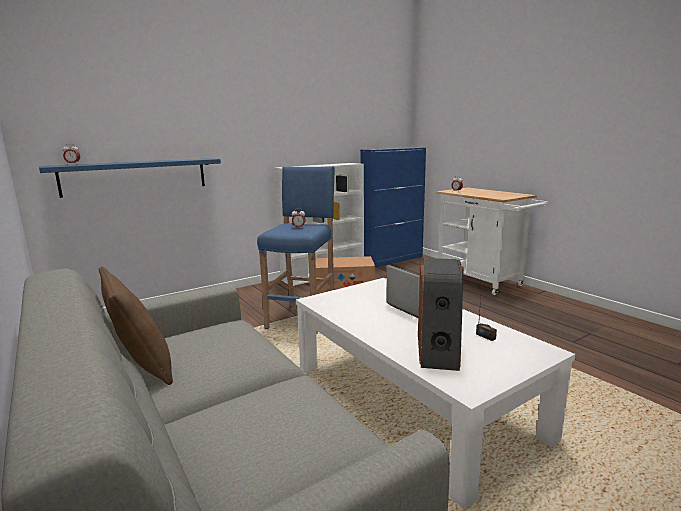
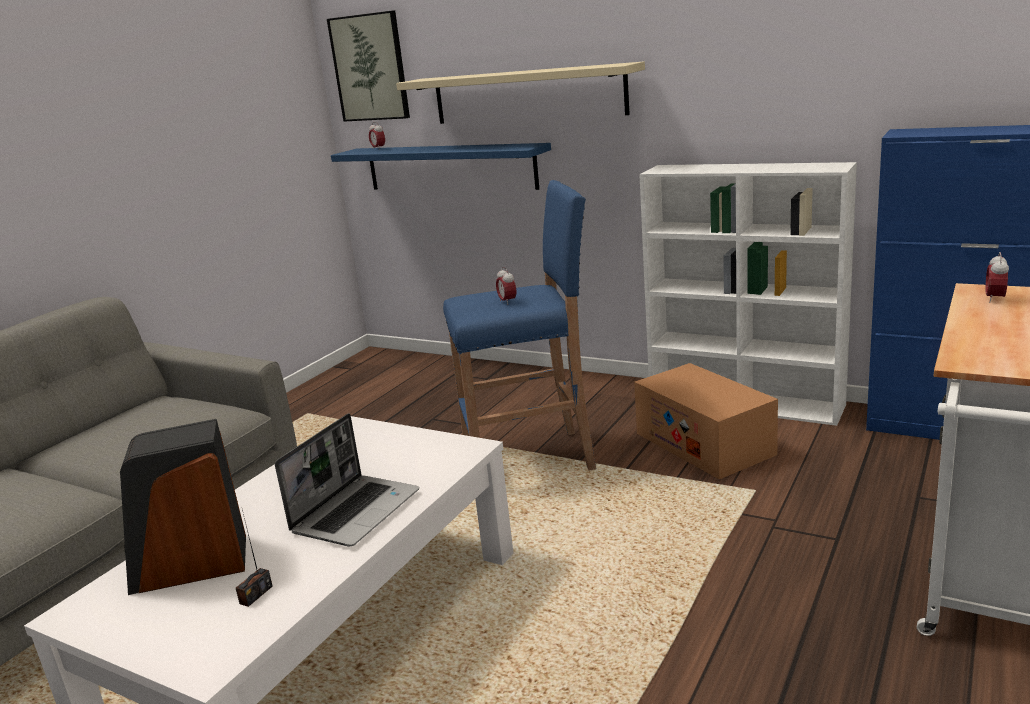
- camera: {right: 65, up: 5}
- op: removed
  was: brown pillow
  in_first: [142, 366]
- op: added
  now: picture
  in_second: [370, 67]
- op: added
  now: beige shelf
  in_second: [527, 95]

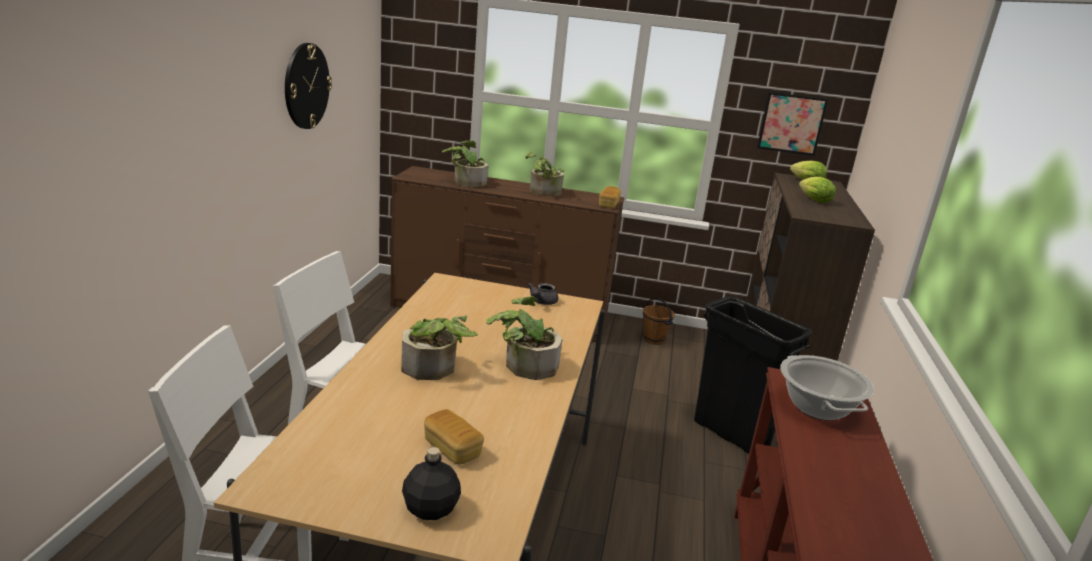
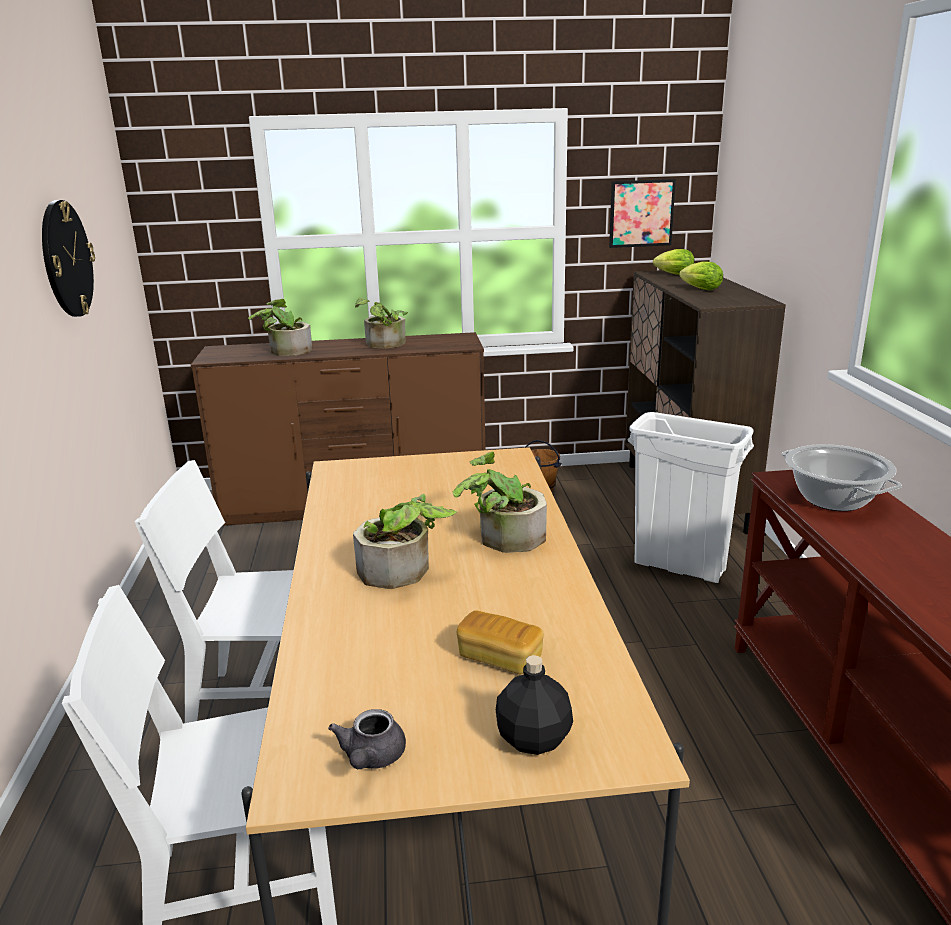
- camera: {right: -15, up: 0}
- op: moved
  was: grey teapot
  in_first: [541, 302]
  in_second: [371, 758]
- op: removed
  was: bread
  in_first: [608, 204]
- op: recoloured
  was: black trash can
  now: white trash can
  in_first: [731, 435]
  in_second: [680, 567]

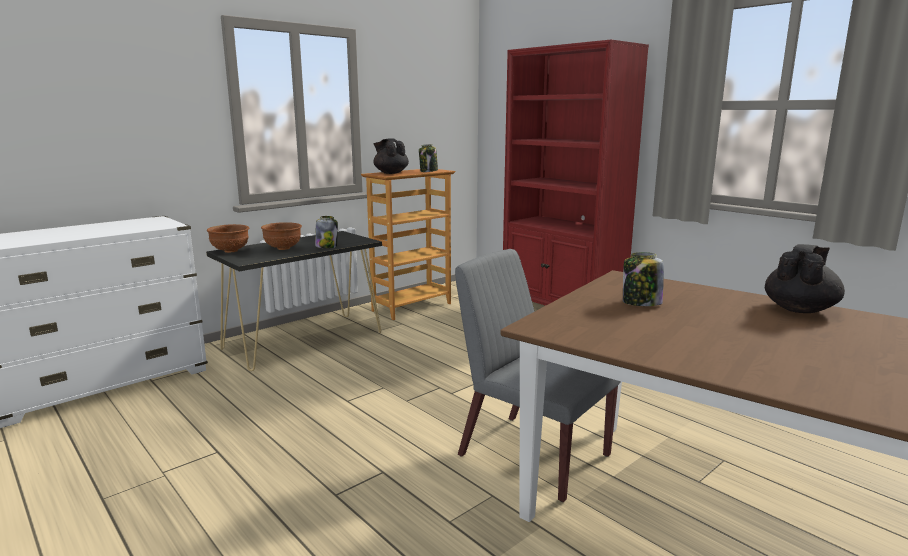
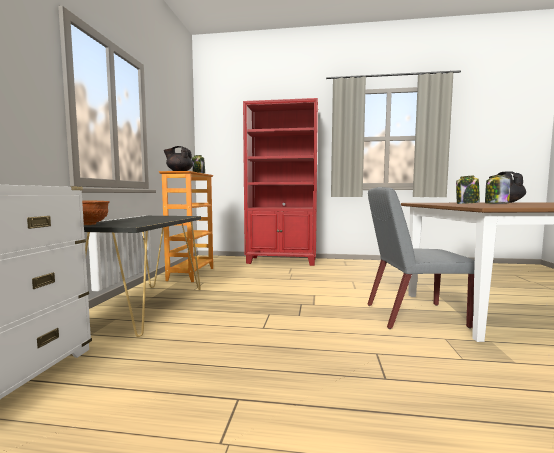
- camera: {right: -40, up: -10}
- op: removed
  was: brown bowl
  in_first: [283, 248]
- op: moved
  was: jar
  in_first: [326, 246]
  in_second: [496, 203]

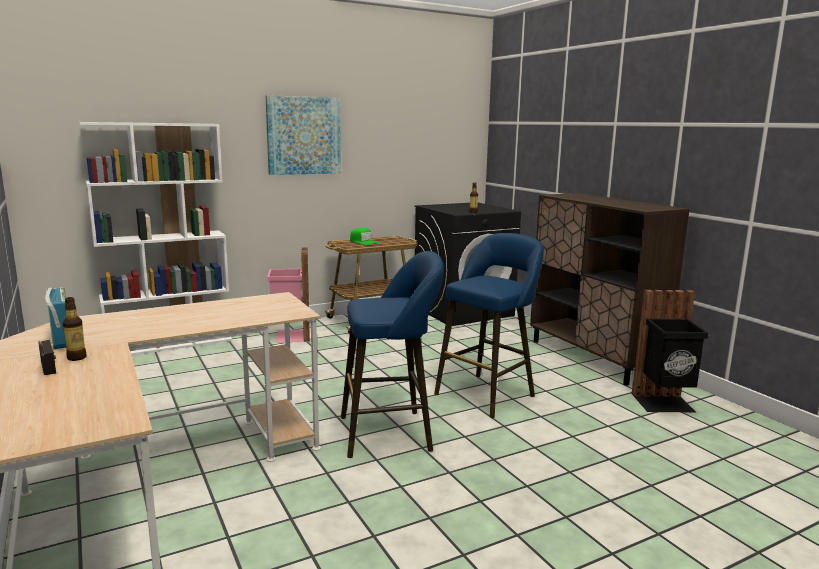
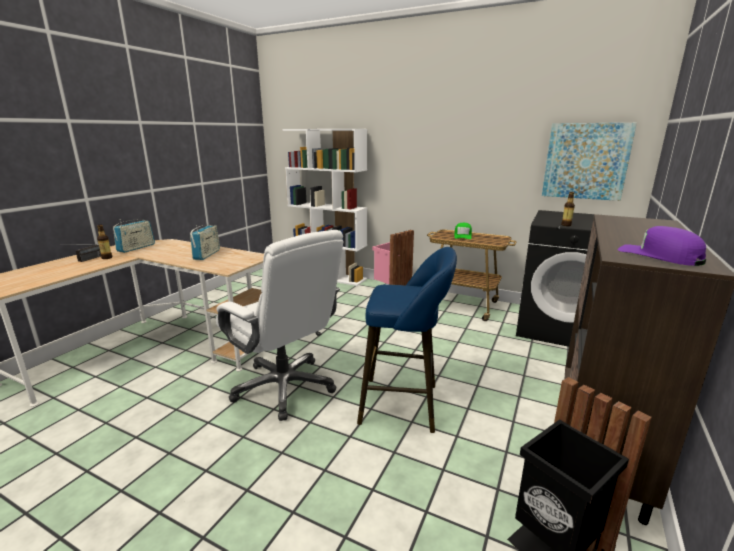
- camera: {right: 55, up: 5}
- op: moved
  was: picture
  in_first: [303, 135]
  in_second: [586, 161]
- op: replaced
  was: blue stool
  now: white office chair
  in_first: [391, 433]
  in_second: [285, 387]
- op: added
  now: radio
  in_second: [207, 254]
- op: added
  now: purple cap
  in_second: [659, 256]

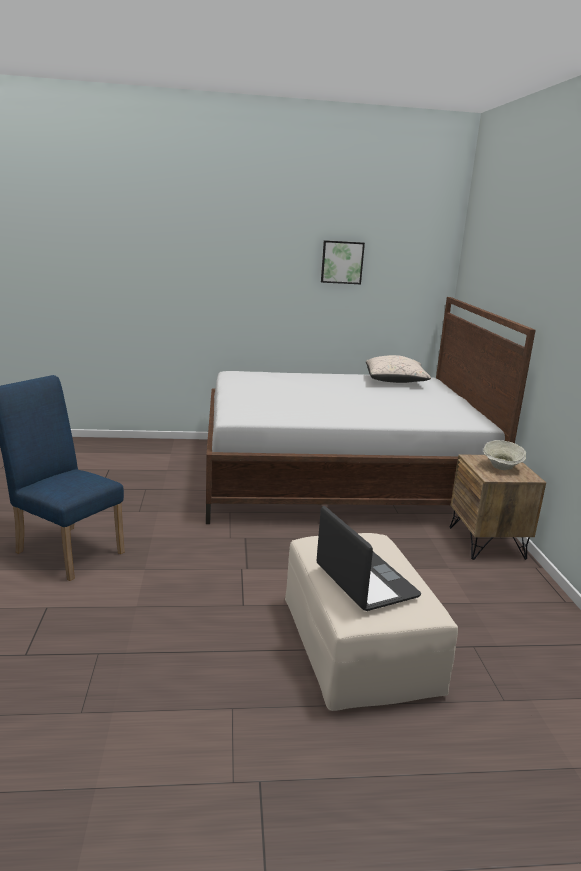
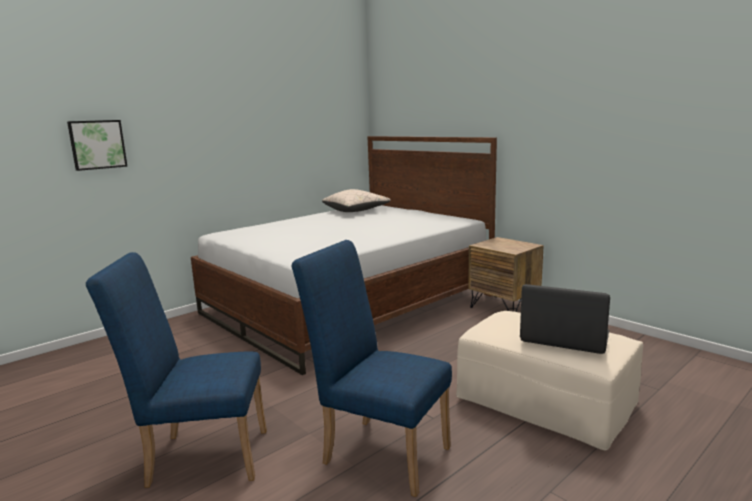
- camera: {right: -35, up: -5}
- op: moved
  was: picture
  in_first: [342, 262]
  in_second: [97, 144]
- op: removed
  was: beige bowl
  in_first: [502, 468]
- op: added
  now: blue chair
  in_second: [379, 451]

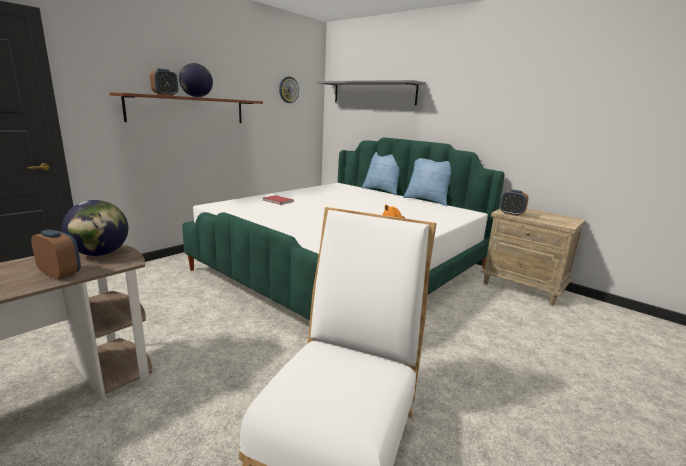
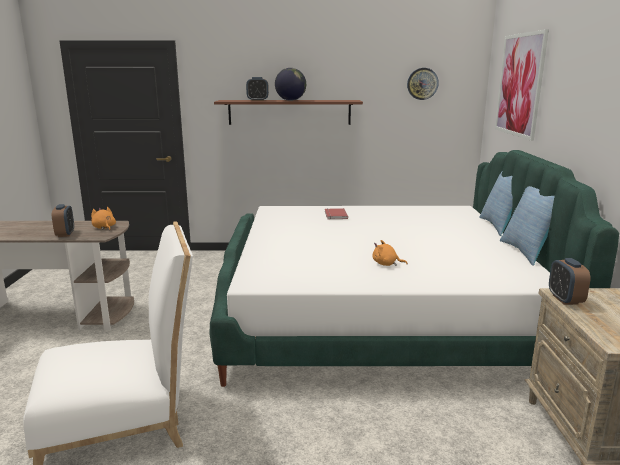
- camera: {right: 50, up: 0}
- op: replaced
  was: globe
  now: orange plush toy
  in_first: [100, 254]
  in_second: [104, 228]
- op: replaced
  was: grey shelf
  now: picture
  in_first: [373, 93]
  in_second: [519, 85]

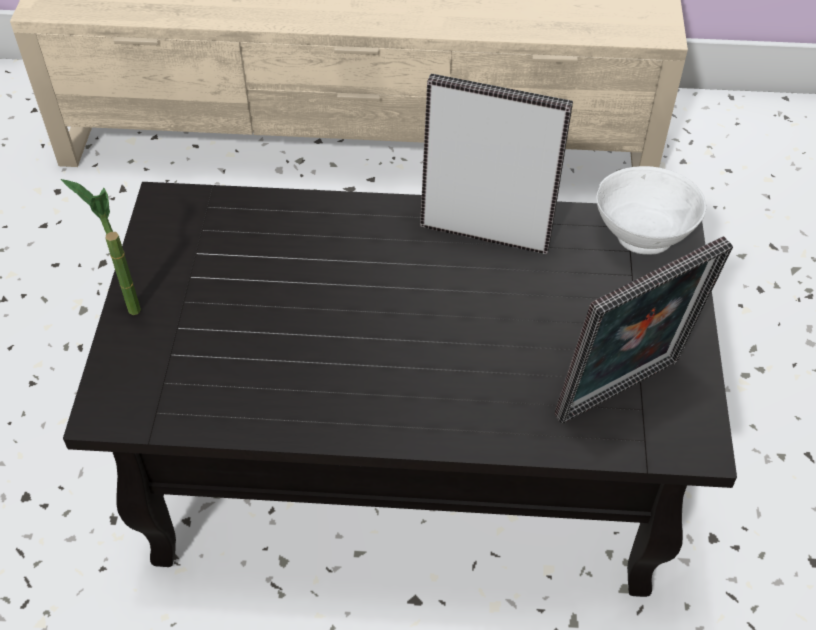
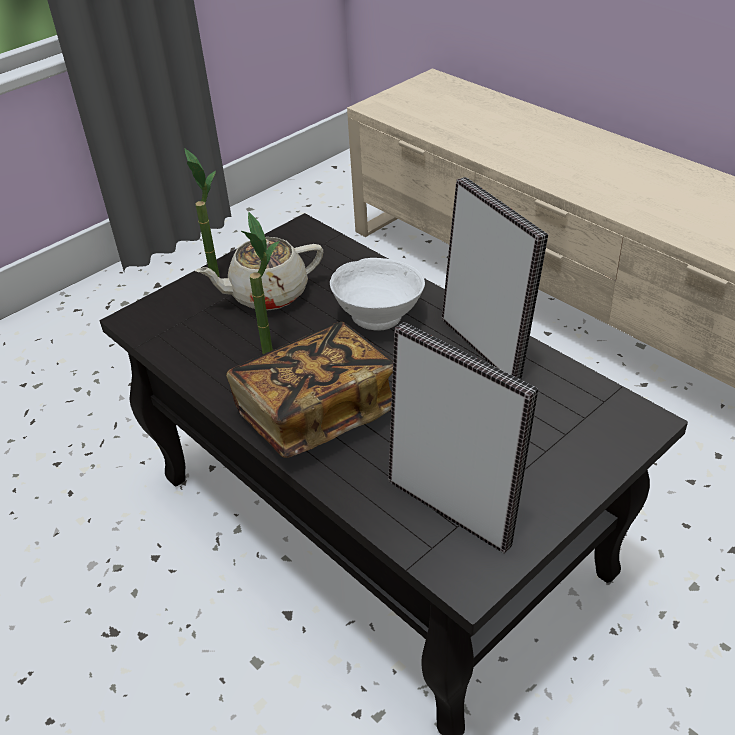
- camera: {right: 45, up: -10}
- op: turned
  was: picture frame
  in_first: [622, 395]
  in_second: [453, 507]
  clockwise: -150
- op: moved
  was: white bowl
  in_first: [644, 234]
  in_second: [380, 316]
- op: added
  now: beige teapot
  in_second: [267, 294]
- op: added
  now: book
  in_second: [316, 412]
- op: added
  now: potted plant
  in_second: [270, 344]

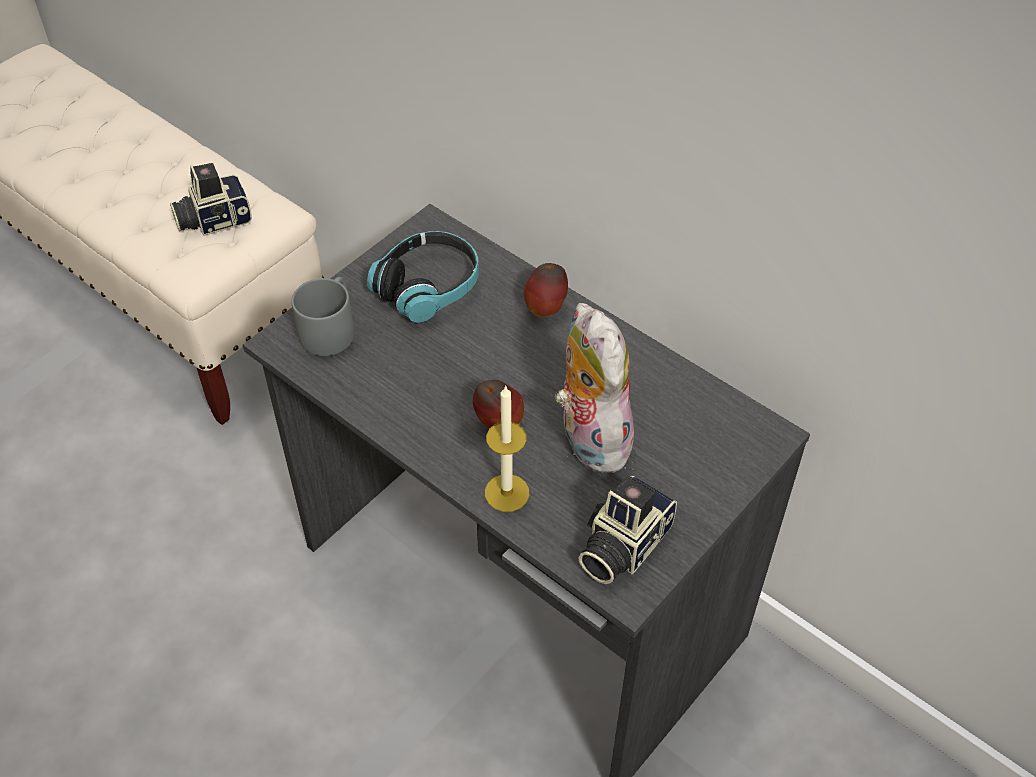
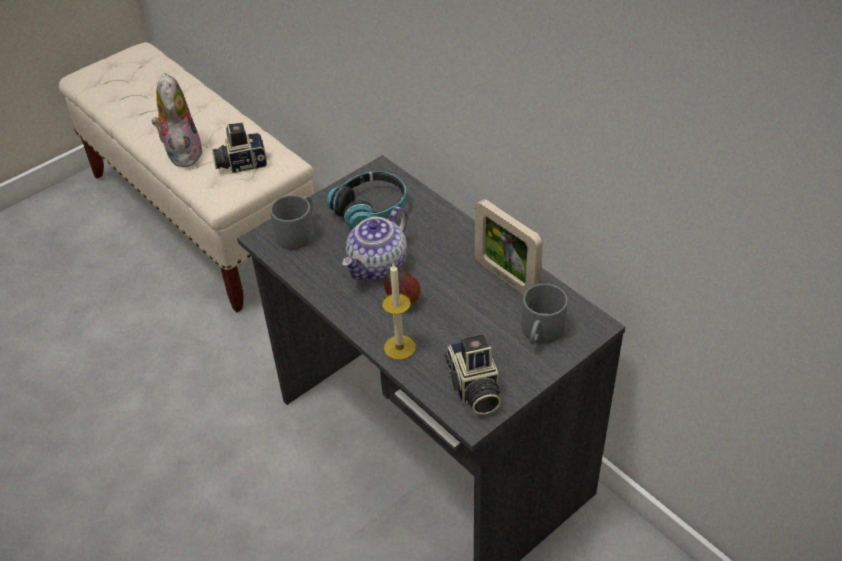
- camera: {right: 10, up: -5}
- op: removed
  was: apple
  in_first: [546, 309]
- op: moved
  was: plush toy
  in_first: [589, 437]
  in_second: [182, 152]
- op: turned
  was: photo camera
  in_first: [621, 545]
  in_second: [473, 388]
  clockwise: -60
- op: added
  now: teapot
  in_second: [378, 266]
- op: added
  now: picture frame
  in_second: [506, 278]
- op: added
  now: grey mug
  in_second: [541, 333]

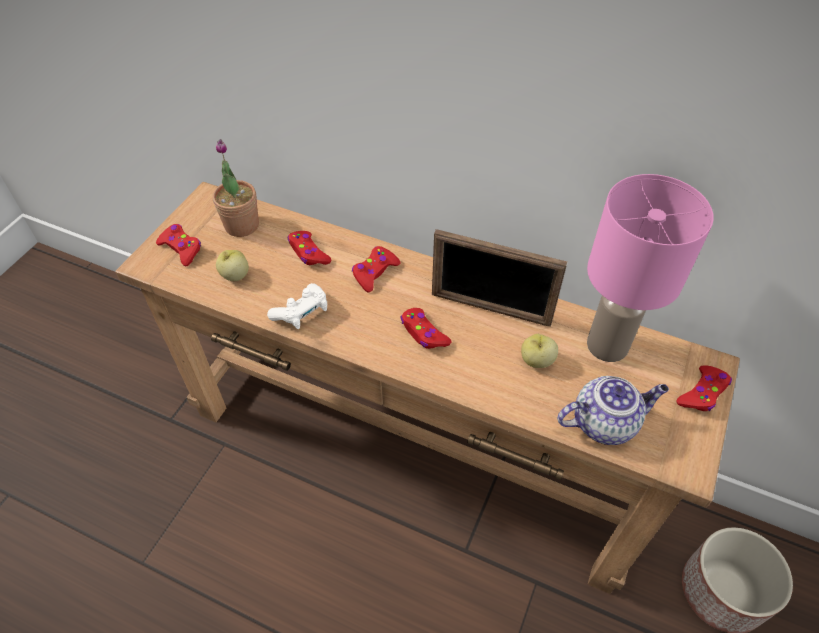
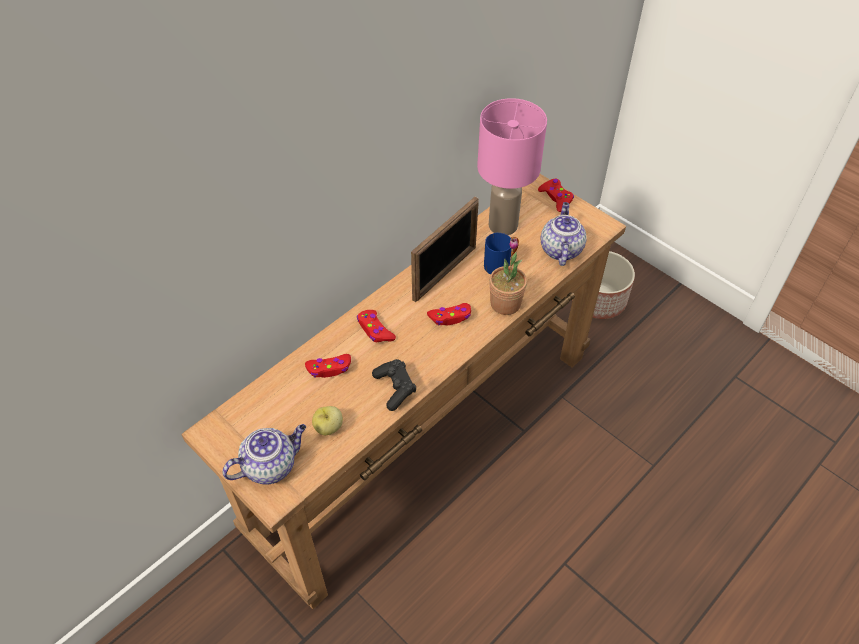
- camera: {right: -70, up: 0}
- op: replaced
  was: red game controller
  now: teapot
  in_first: [181, 248]
  in_second: [271, 465]
- op: moved
  was: potted plant
  in_first: [242, 225]
  in_second: [505, 304]
- op: recoloured
  was: white game controller
  now: black game controller
  in_first: [302, 313]
  in_second: [395, 388]
- op: replaced
  was: apple
  now: blue mug
  in_first: [536, 361]
  in_second: [501, 264]

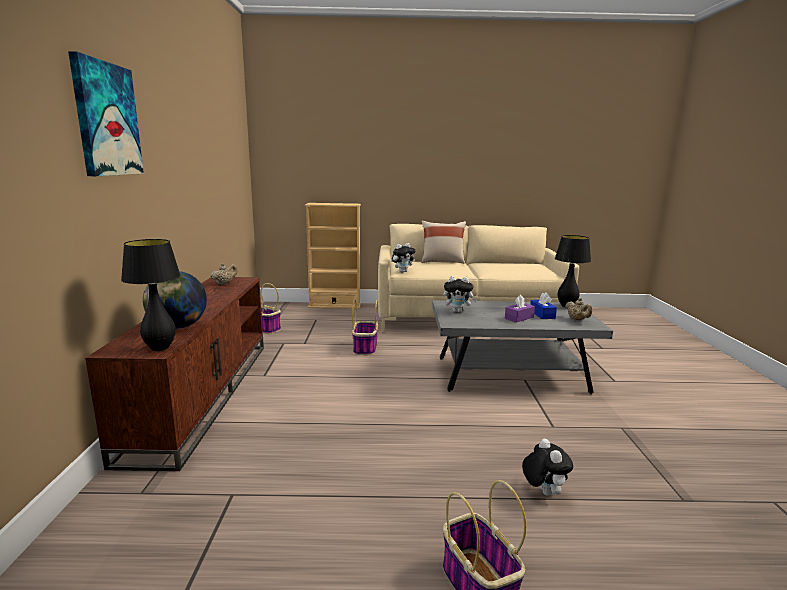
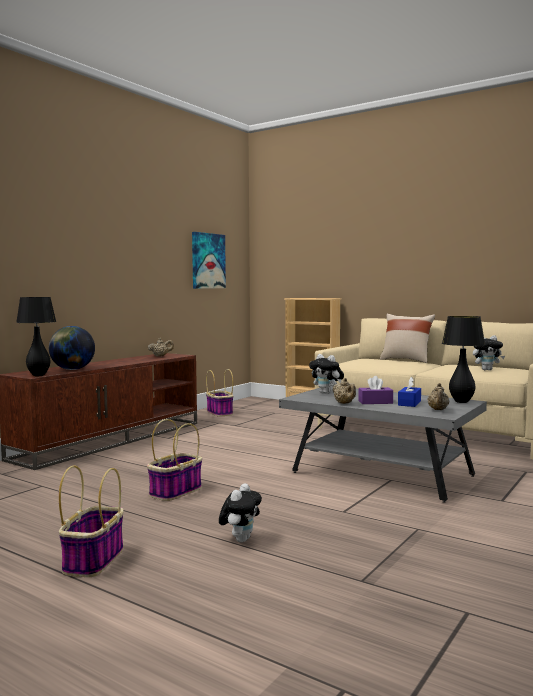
- camera: {right: 35, up: -10}
- op: moved
  was: picture
  in_first: [106, 119]
  in_second: [207, 261]
- op: moved
  was: basket
  in_first: [365, 348]
  in_second: [175, 492]
- op: moved
  was: plush toy
  in_first: [403, 271]
  in_second: [487, 370]
- op: added
  now: beige teapot
  in_second: [344, 403]

